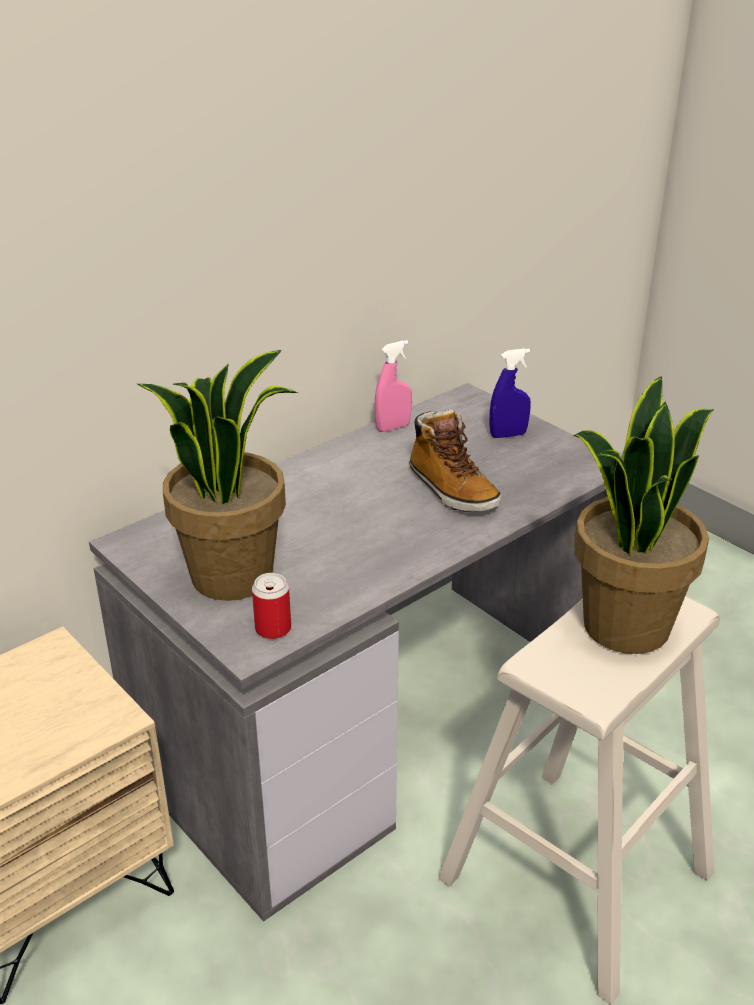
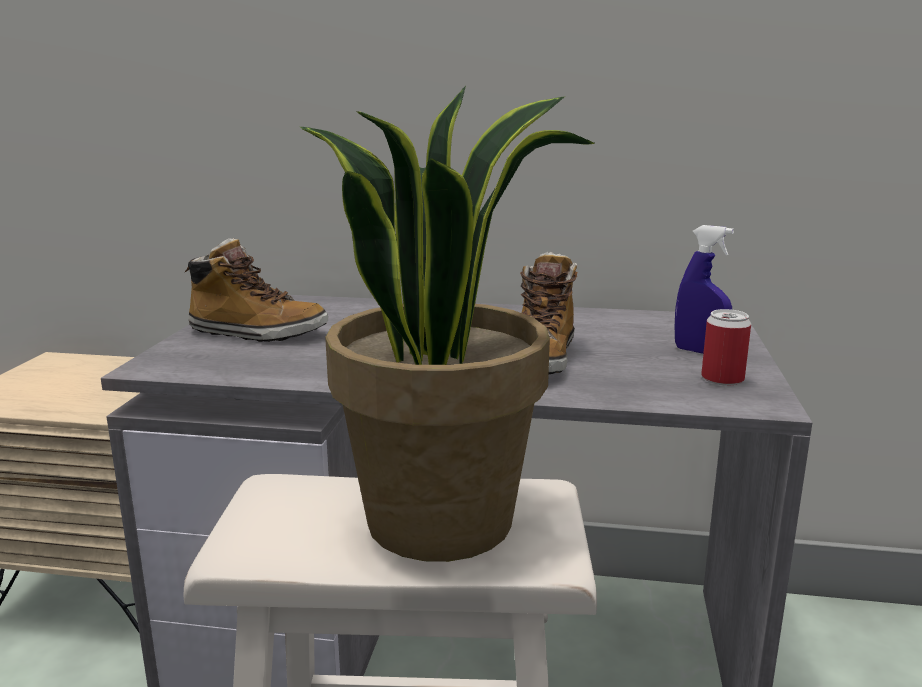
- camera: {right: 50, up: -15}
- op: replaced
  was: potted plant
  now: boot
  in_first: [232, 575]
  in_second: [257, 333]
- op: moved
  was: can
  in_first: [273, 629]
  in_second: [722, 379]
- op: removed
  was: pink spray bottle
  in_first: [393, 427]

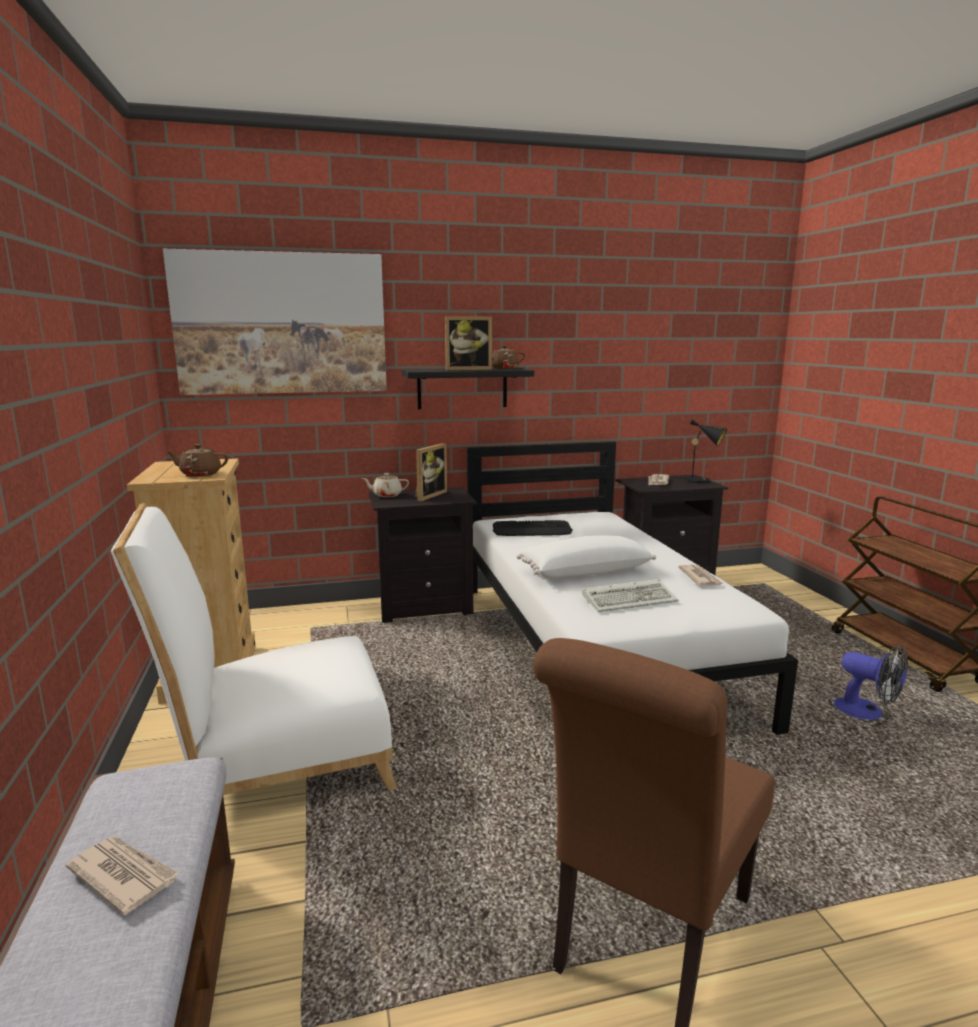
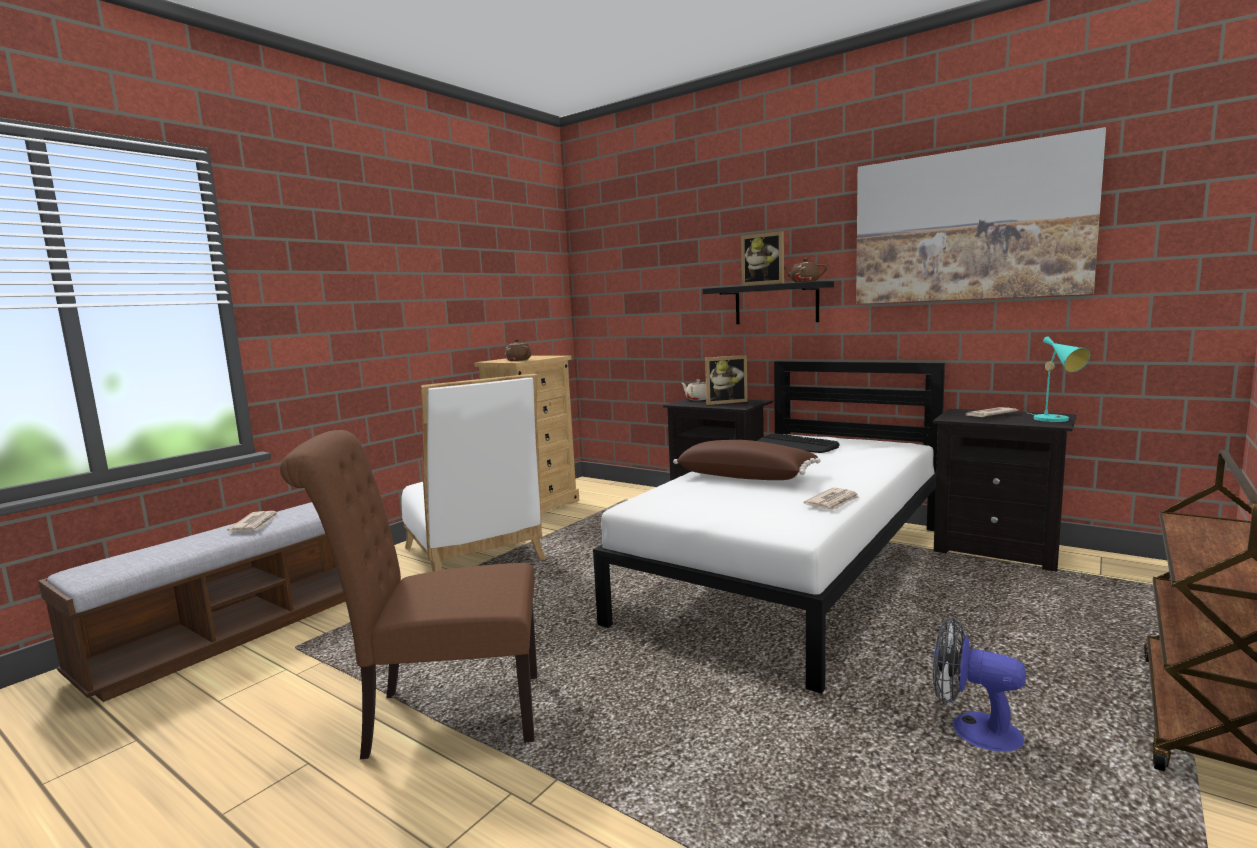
- camera: {right: 50, up: -5}
- op: turned
  was: white chair
  in_first: [277, 765]
  in_second: [475, 557]
  clockwise: -150
- op: moved
  was: picture
  in_first: [281, 324]
  in_second: [968, 226]
- op: recoloured
  was: white pillow
  now: brown pillow
  in_first: [584, 571]
  in_second: [746, 476]
- op: removed
  was: keyboard
  in_first: [630, 599]
- op: recoloured
  was: black table lamp
  now: turquoise table lamp
  in_first: [702, 481]
  in_second: [1055, 420]
- op: turned
  was: fan
  in_first: [867, 712]
  in_second: [972, 730]
  clockwise: 120

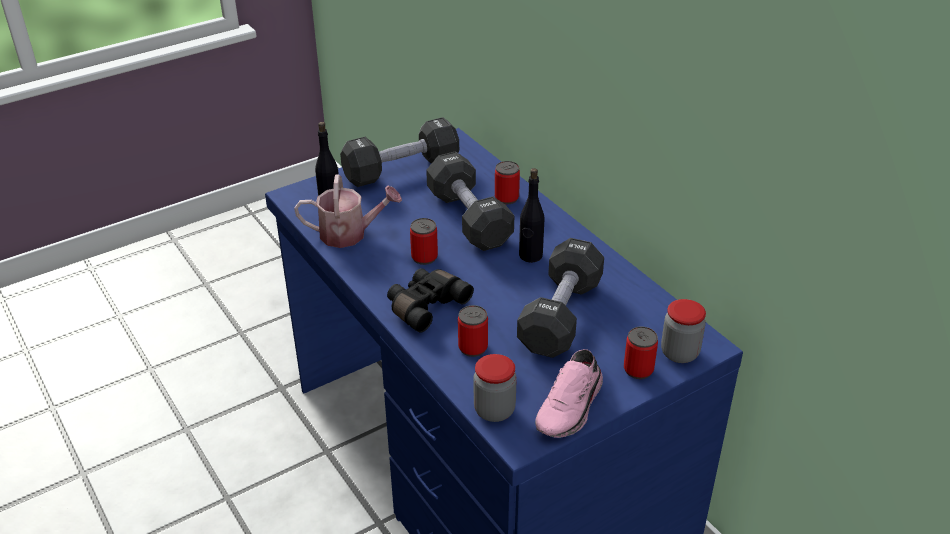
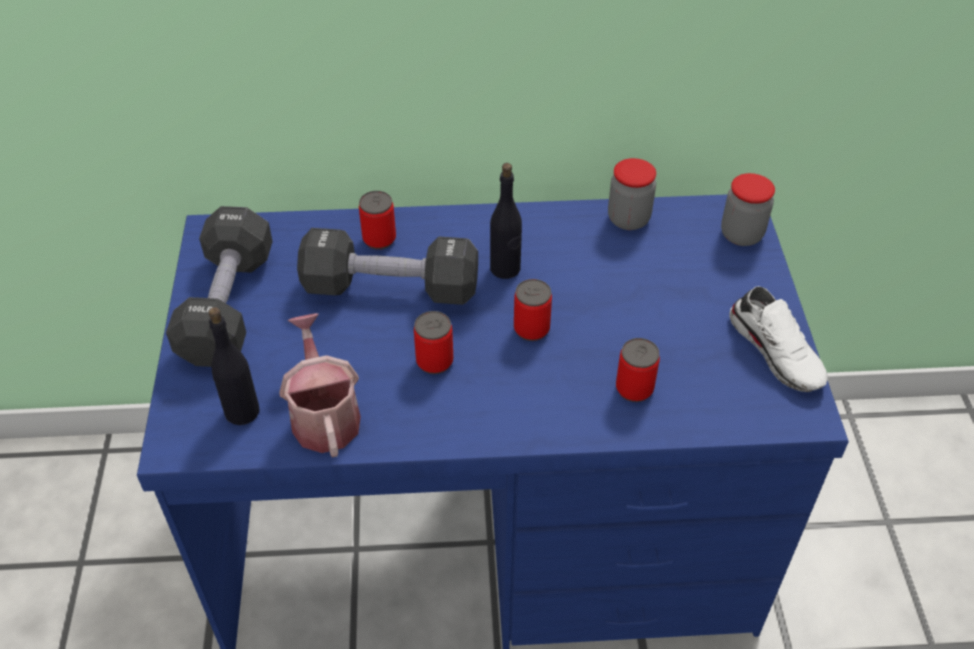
- camera: {right: -60, up: 10}
- op: turned
  was: watering can
  in_first: [350, 234]
  in_second: [324, 415]
  clockwise: -45
- op: removed
  was: black binoculars
  in_first: [425, 306]
- op: moved
  was: jar
  in_first: [494, 410]
  in_second: [628, 219]
- op: removed
  was: black dumbbell
  in_first: [560, 315]
- op: recoloured
  was: pink shoe
  now: white shoe
  in_first: [571, 408]
  in_second: [778, 351]
- op: moved
  was: can
  in_first: [638, 369]
  in_second: [531, 329]

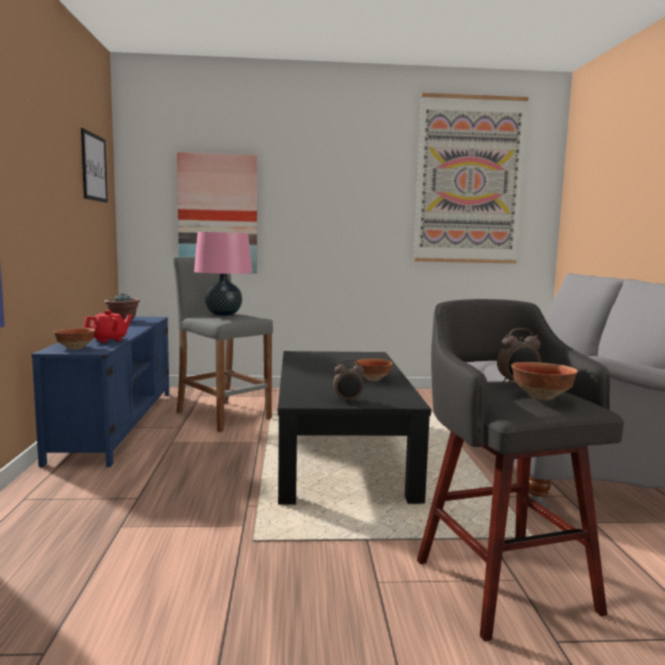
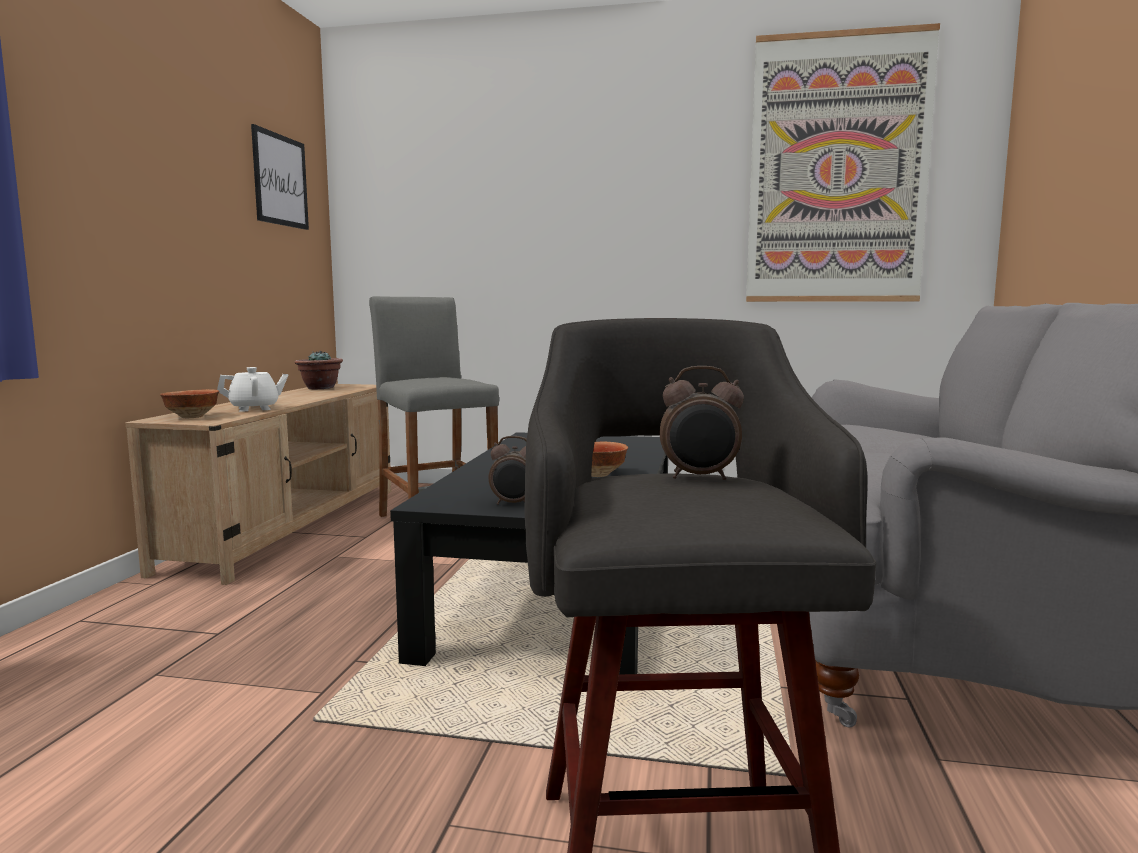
- camera: {right: 15, up: 0}
- op: recoloured
  was: blue tv stand
  now: beige tv stand
  in_first: [117, 423]
  in_second: [290, 526]
- op: recoloured
  was: red teapot
  now: white teapot
  in_first: [109, 340]
  in_second: [255, 409]
- op: removed
  was: picture
  in_first: [218, 214]
- op: removed
  was: pink table lamp
  in_first: [223, 314]
- op: removed
  was: bowl
  in_first: [540, 396]

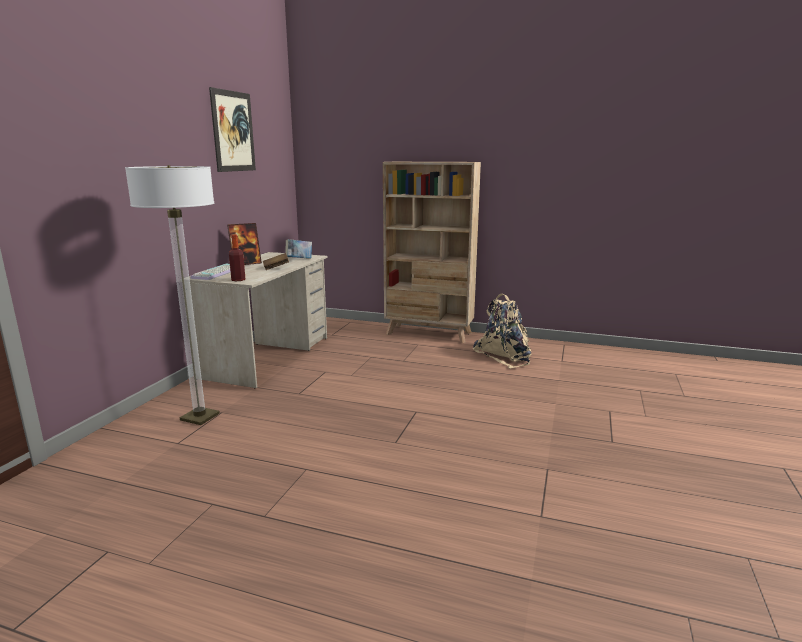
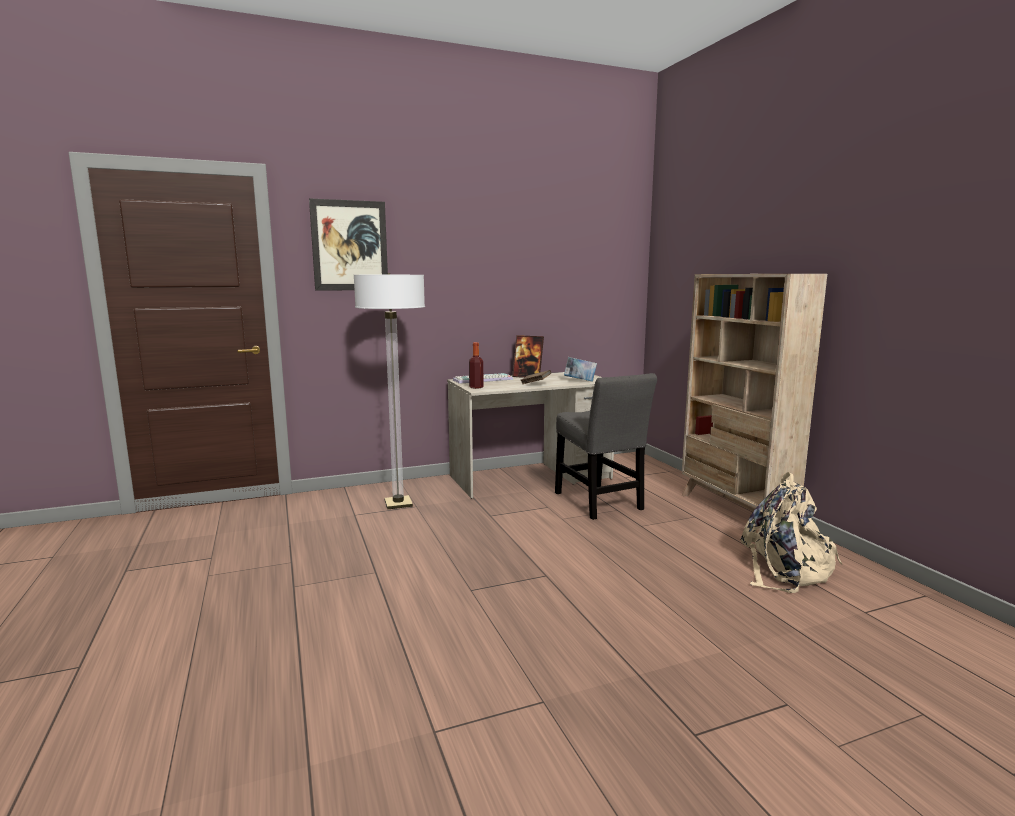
- camera: {right: 50, up: -5}
- op: moved
  was: picture
  in_first: [233, 131]
  in_second: [350, 245]
- op: added
  now: grey chair
  in_second: [599, 503]

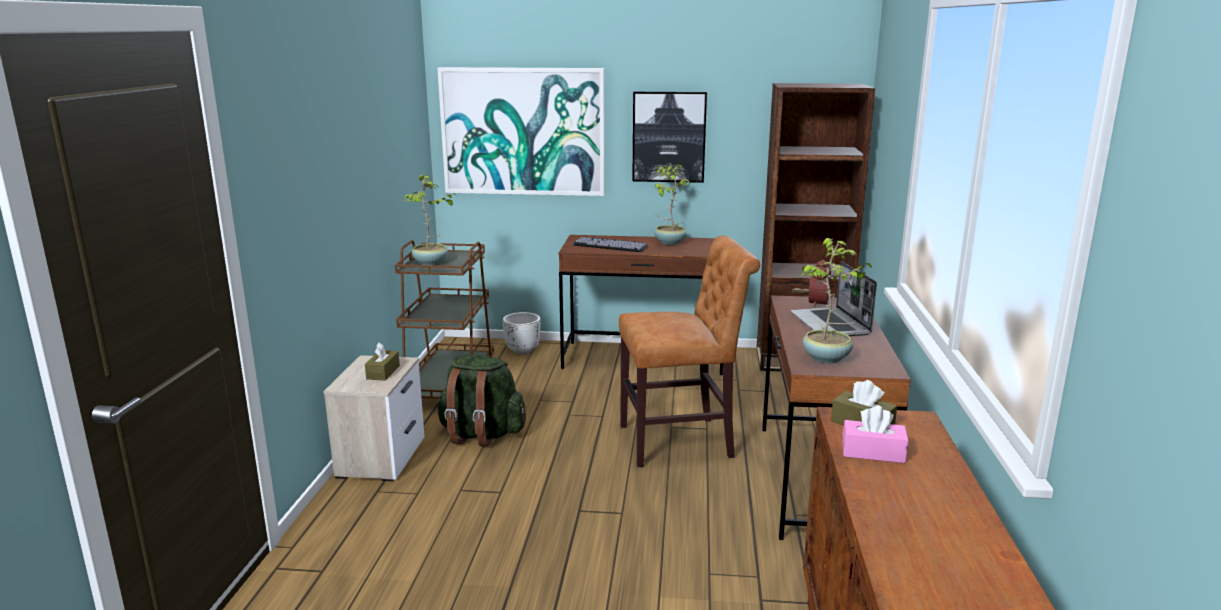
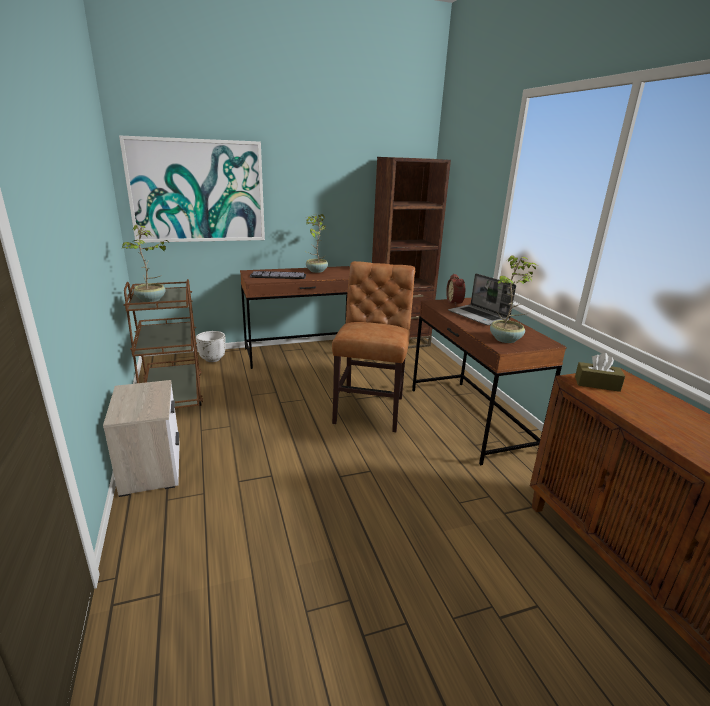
- camera: {right: -25, up: 5}
- op: removed
  was: brown tissue box
  in_first: [383, 372]
- op: removed
  was: green backpack
  in_first: [481, 435]
- op: turned
  was: brown chair
  in_first: [682, 441]
  in_second: [370, 408]
  clockwise: -45
- op: removed
  was: picture
  in_first: [669, 137]
- op: removed
  was: pink tissue box
  in_first: [873, 452]

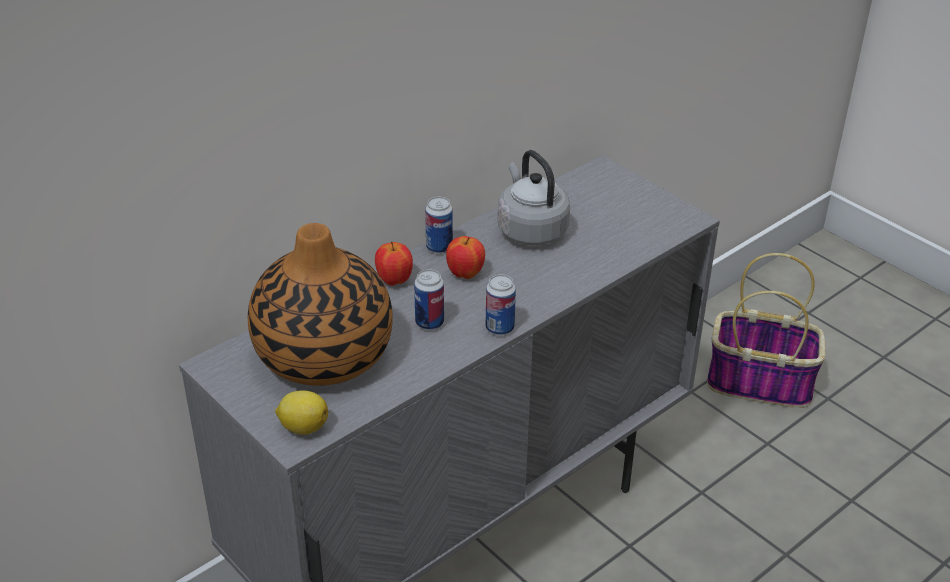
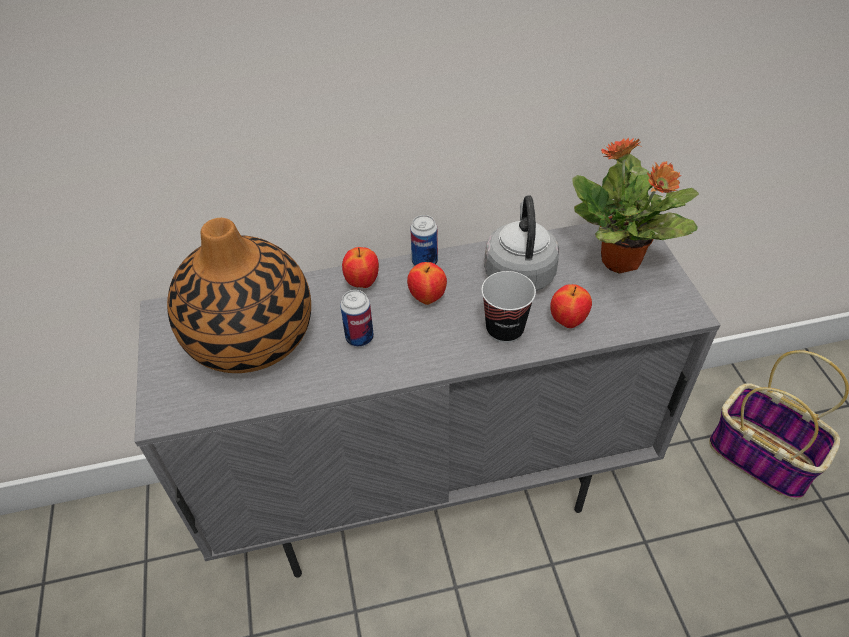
- camera: {right: 30, up: 10}
- op: removed
  was: lemon
  in_first: [303, 427]
- op: removed
  was: can
  in_first: [499, 328]
- op: added
  now: cup
  in_second: [504, 329]
- op: added
  now: apple
  in_second: [567, 321]
- op: added
  now: potted plant
  in_second: [621, 261]

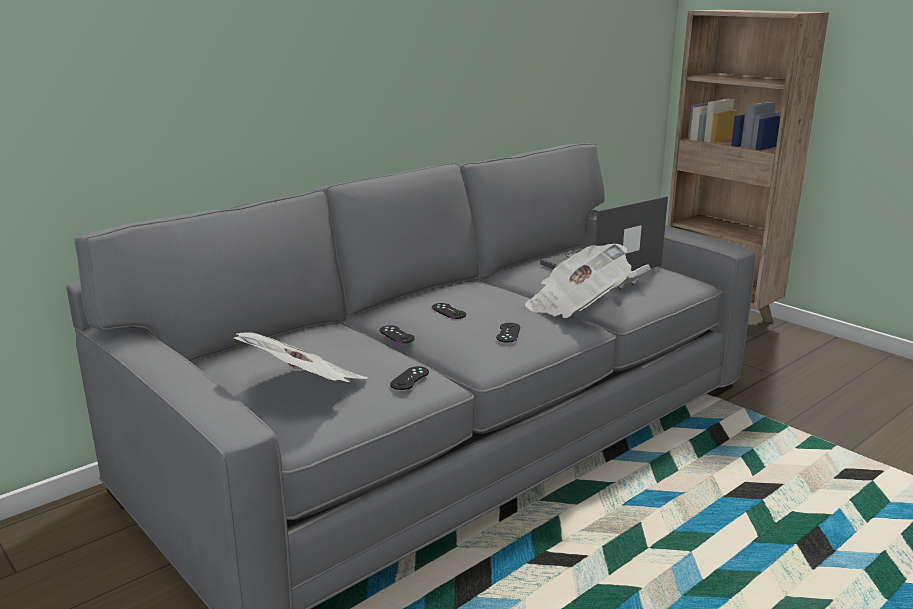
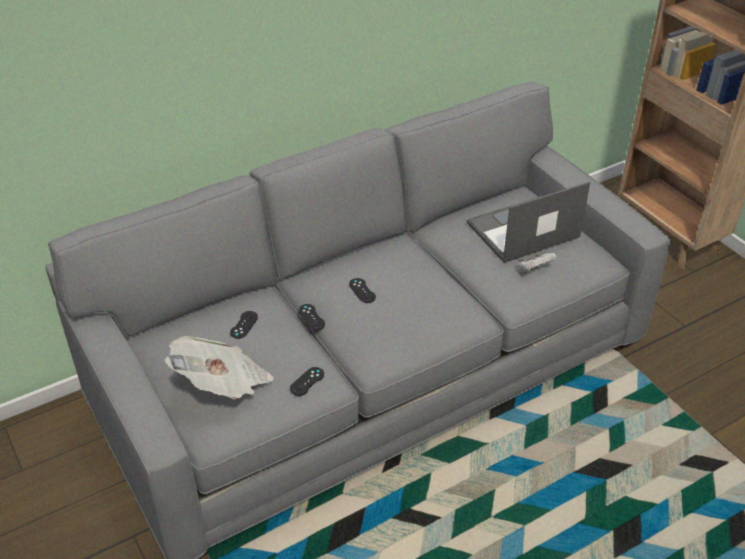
- camera: {right: 10, up: 20}
- op: moved
  was: black game controller
  in_first: [508, 333]
  in_second: [244, 325]
- op: removed
  was: newspaper
  in_first: [575, 305]

